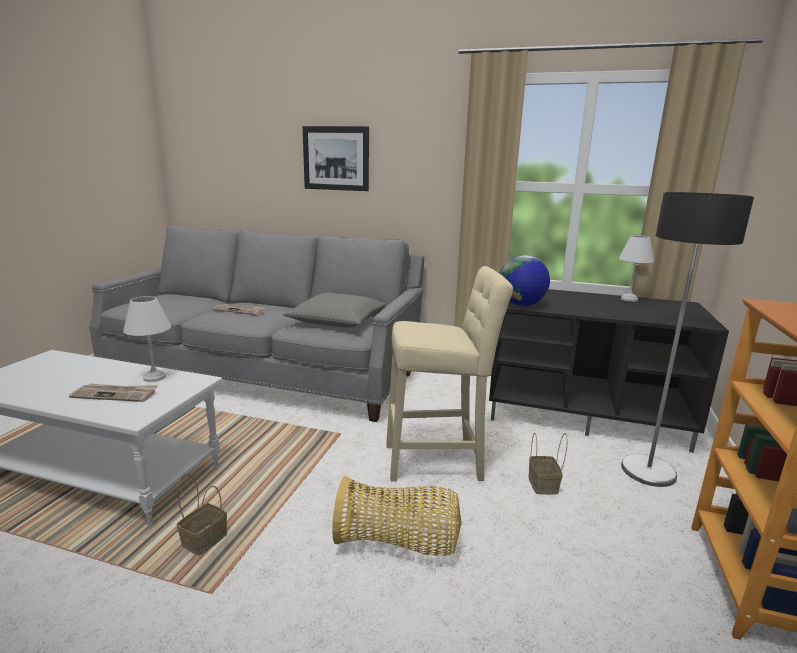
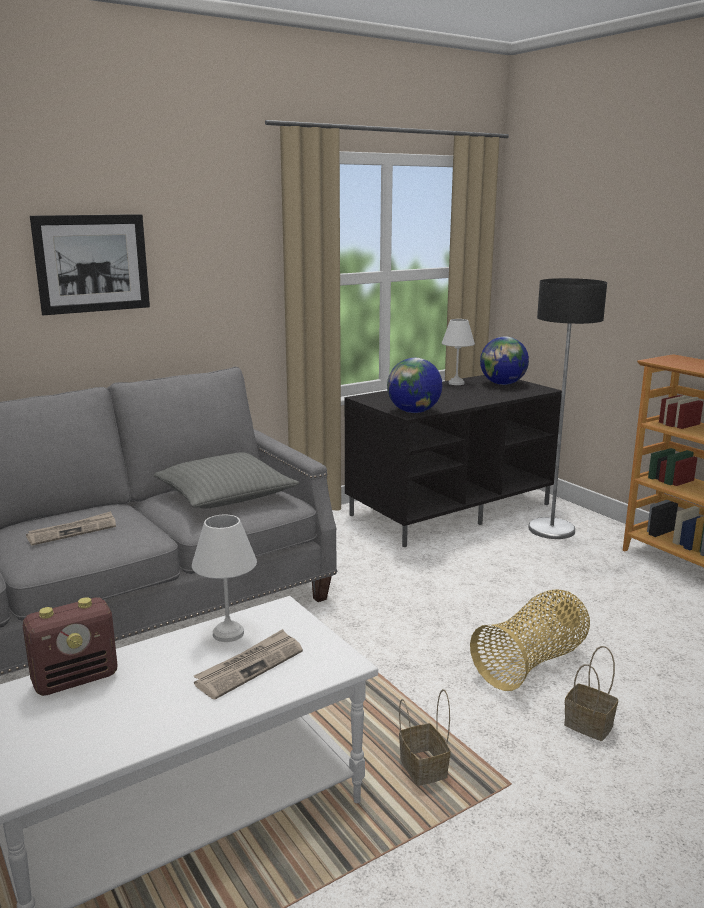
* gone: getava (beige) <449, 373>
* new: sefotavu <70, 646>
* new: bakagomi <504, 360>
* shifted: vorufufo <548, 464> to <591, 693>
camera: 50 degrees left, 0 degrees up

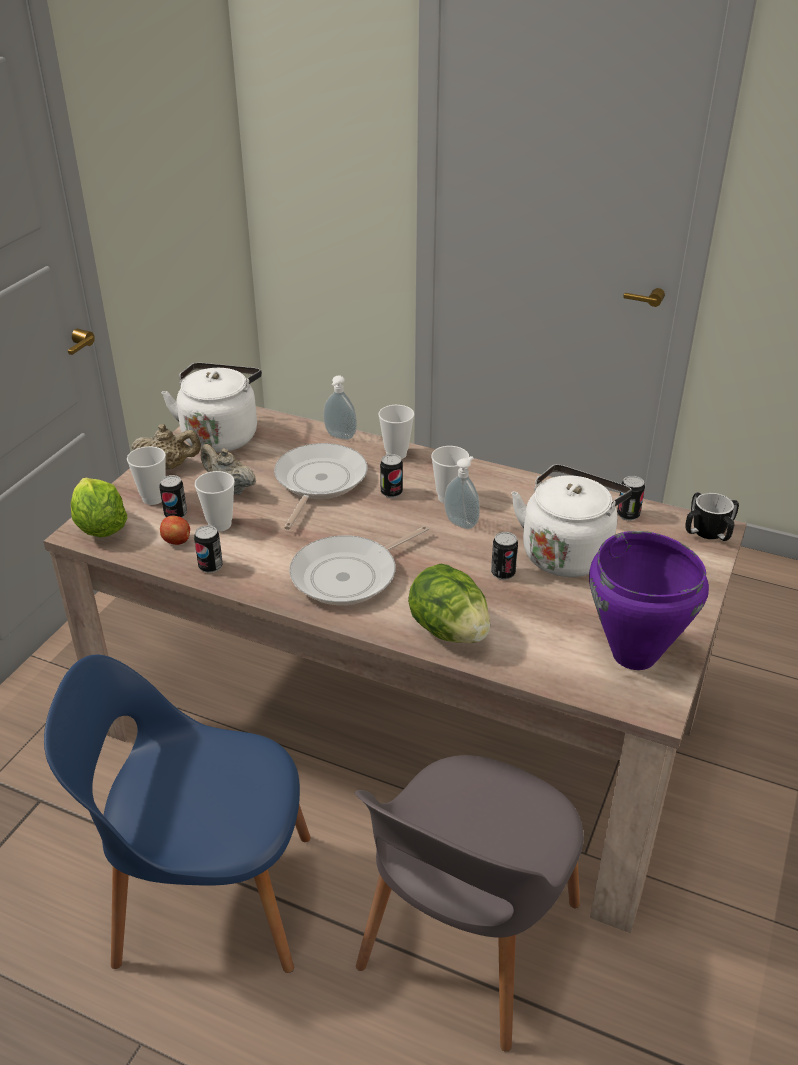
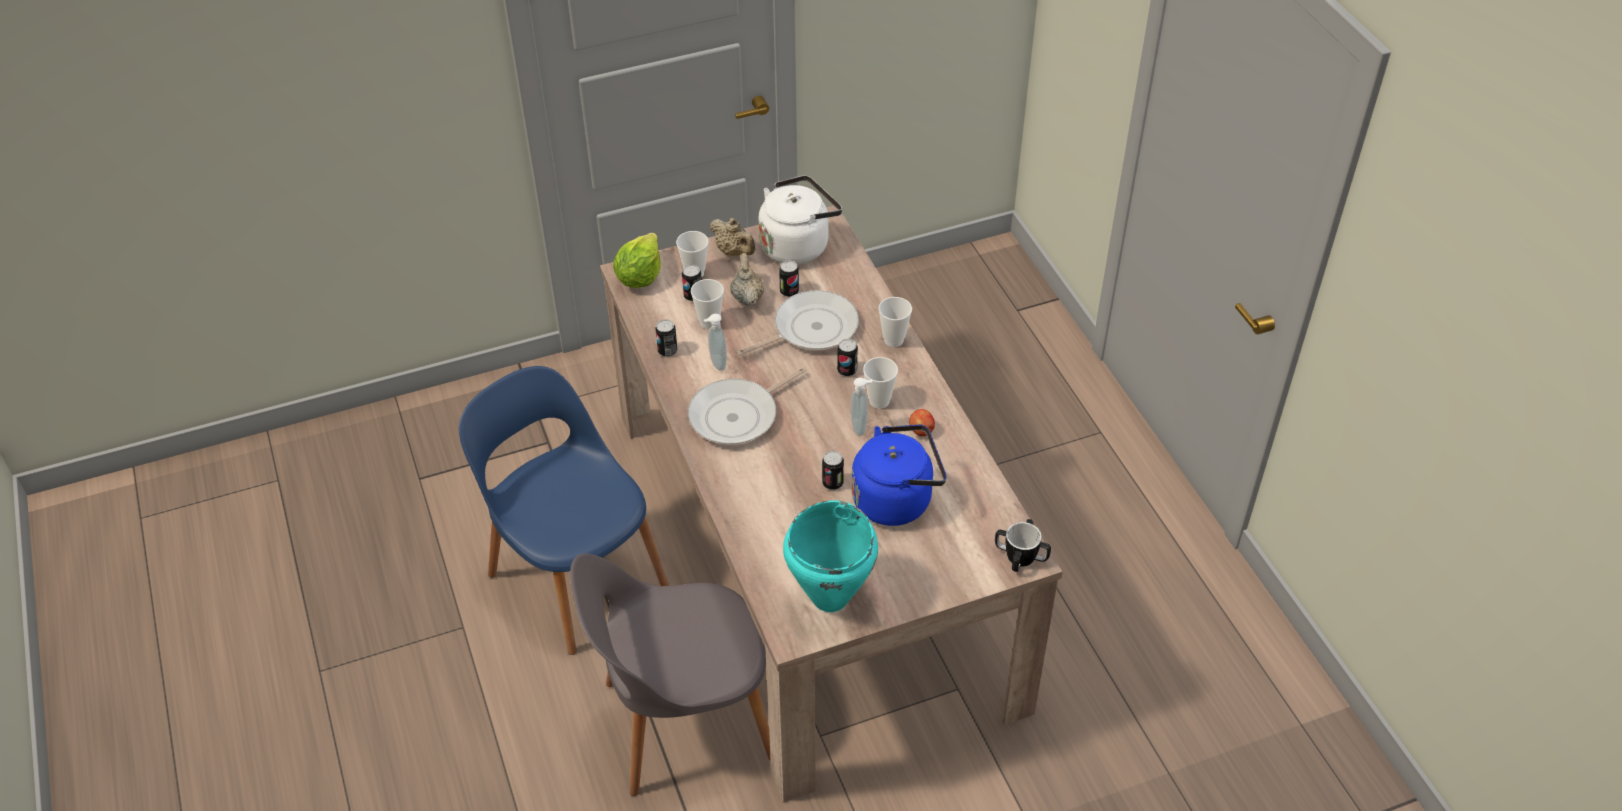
* gone: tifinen <449, 603>
* shifted: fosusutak <175, 530> to <922, 422>
* shifted: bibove <340, 407> to <715, 342>
* shifted: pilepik <631, 498> to <789, 278>
* repainted: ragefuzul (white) <571, 520> to ragefuzul (blue) <899, 475>
* repainted: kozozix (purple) <649, 600> to kozozix (turquoise) <830, 556>
* rotated: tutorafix <359, 565> = <747, 406> 45 degrees counterclockwise
camera: 45 degrees right, 10 degrees up

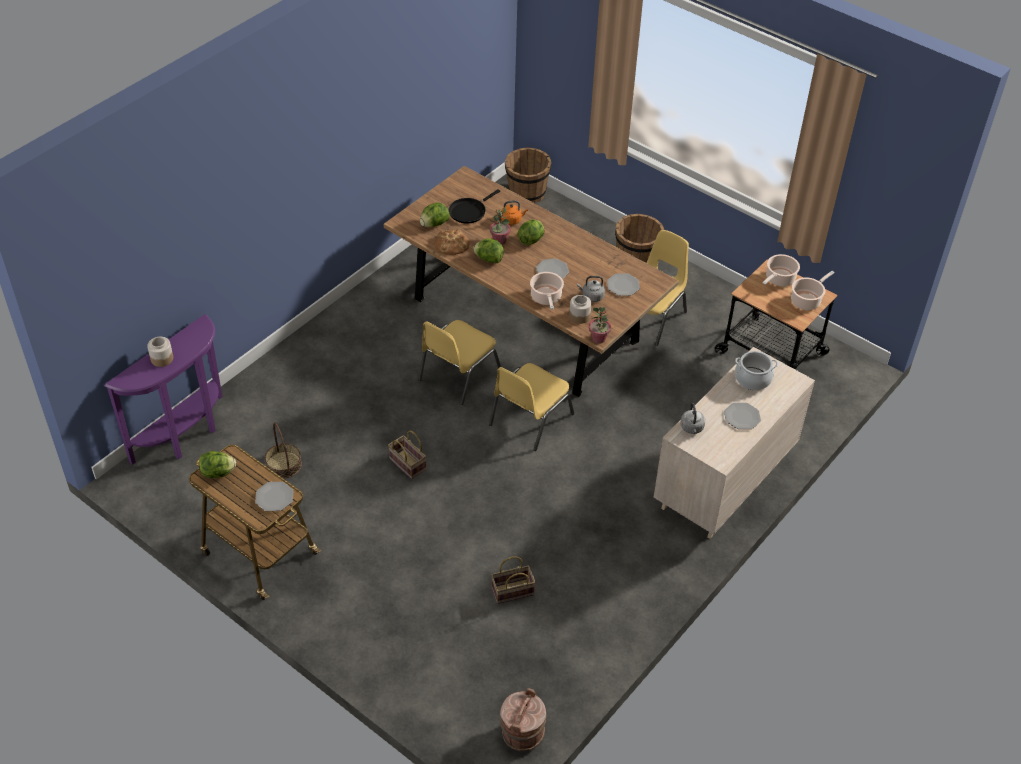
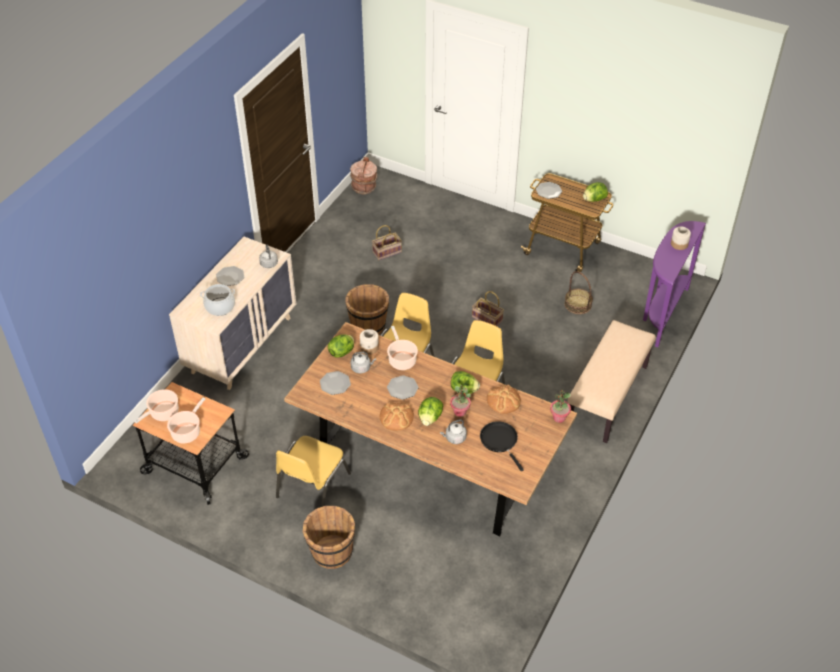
* new: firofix <397, 417>
* new: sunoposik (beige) <612, 381>
* shifted: tifinen <435, 215> to <341, 346>
* shifted: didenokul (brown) <528, 175> to <367, 309>
* shifted: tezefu <600, 325> to <560, 406>
* repainted: ragefuzul (orange) <514, 212> to ragefuzul (grey) <453, 431>
* rotated: tutorafix (black) <474, 206> = <502, 446> 60 degrees counterclockwise
camera: 170 degrees right, 0 degrees up

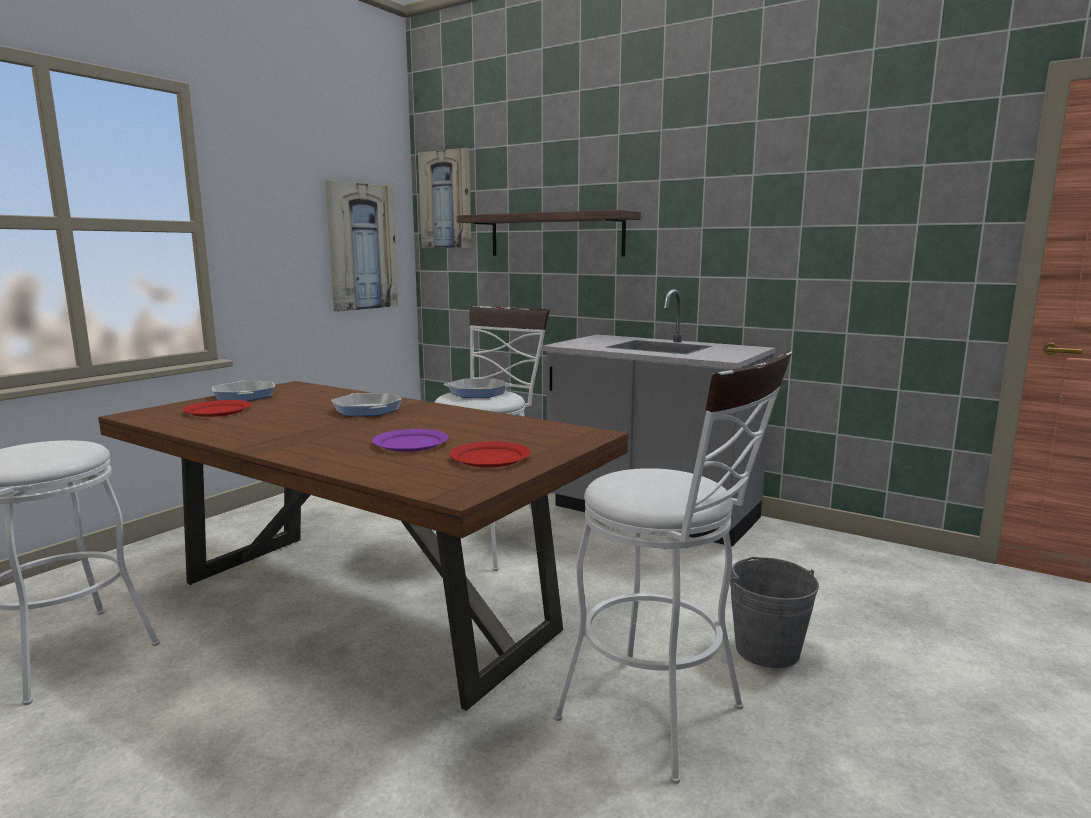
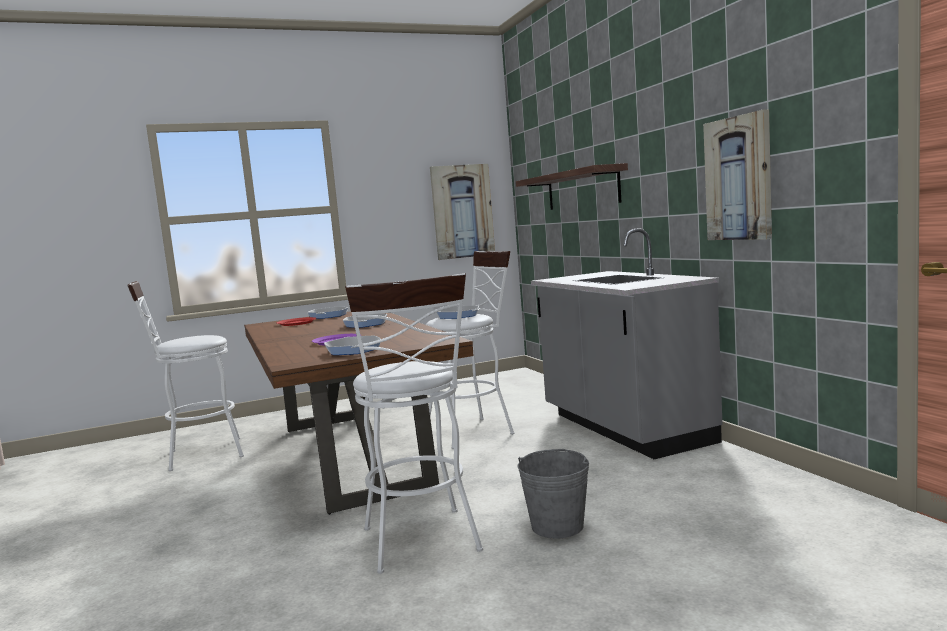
* shifted: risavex <445, 198> to <737, 174>
* swapped: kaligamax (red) <489, 454> to tutorafix <352, 345>
camera: 35 degrees right, 5 degrees down

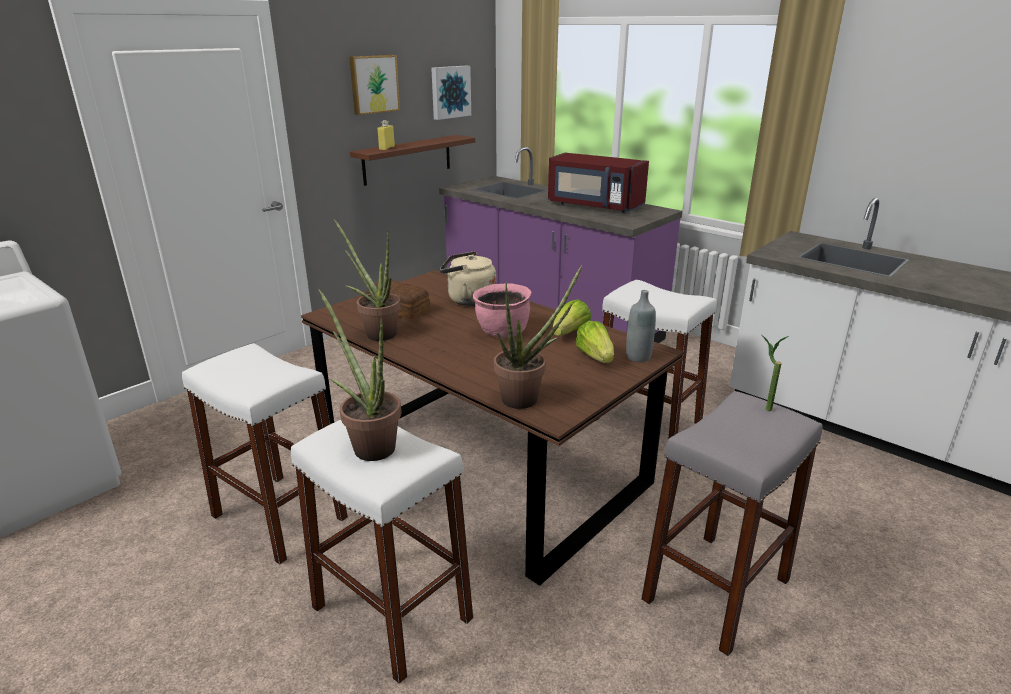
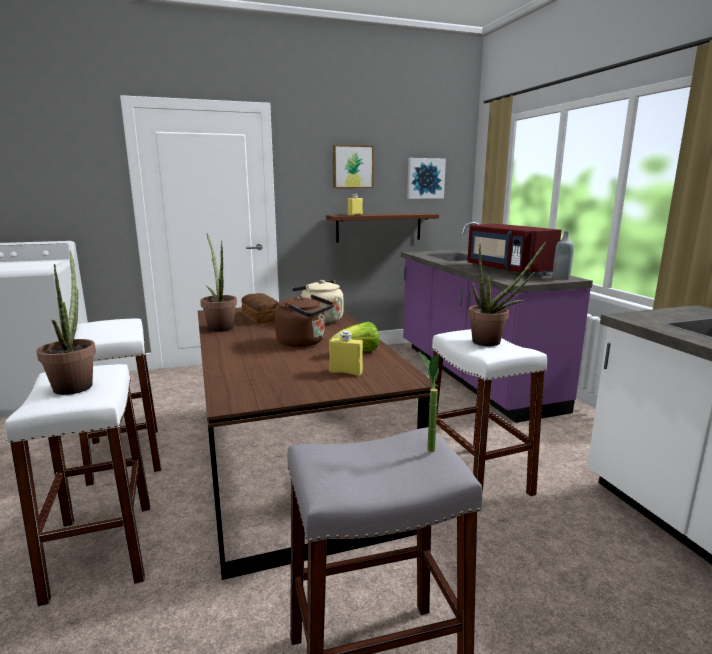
* shifted: tezefu <538, 337> to <507, 294>
* shifted: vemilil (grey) <641, 326> to <563, 255>
* swapped: kozozix (pink) <502, 310> to ragefuzul (brown) <304, 321>
* swapped: tifinen <594, 342> to vemilil (yellow) <346, 353>
camera: 30 degrees right, 10 degrees down

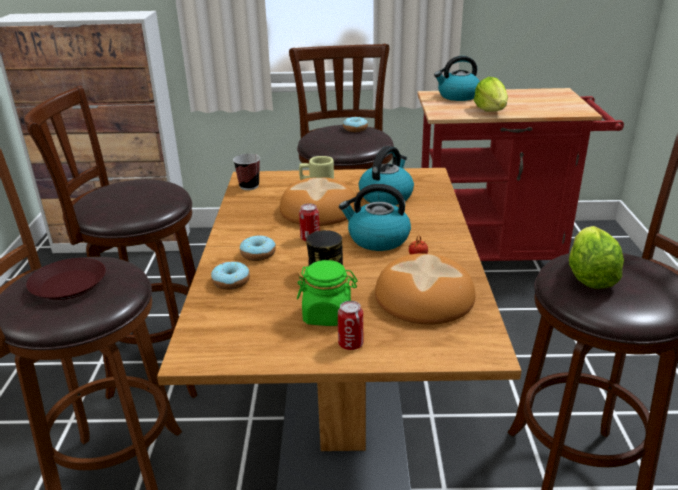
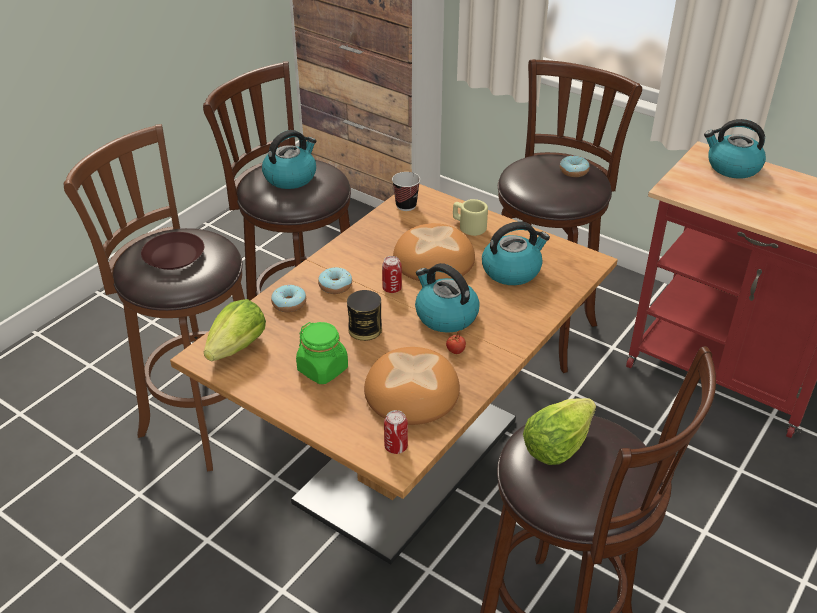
* new: ragefuzul <289, 159>
* shifted: pilepik <350, 325> to <396, 432>
* shifted: tifinen <491, 94> to <235, 330>
camera: 35 degrees right, 10 degrees up

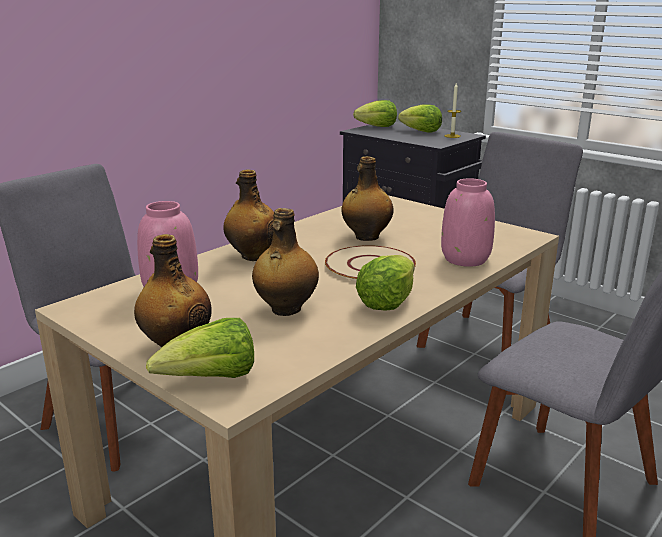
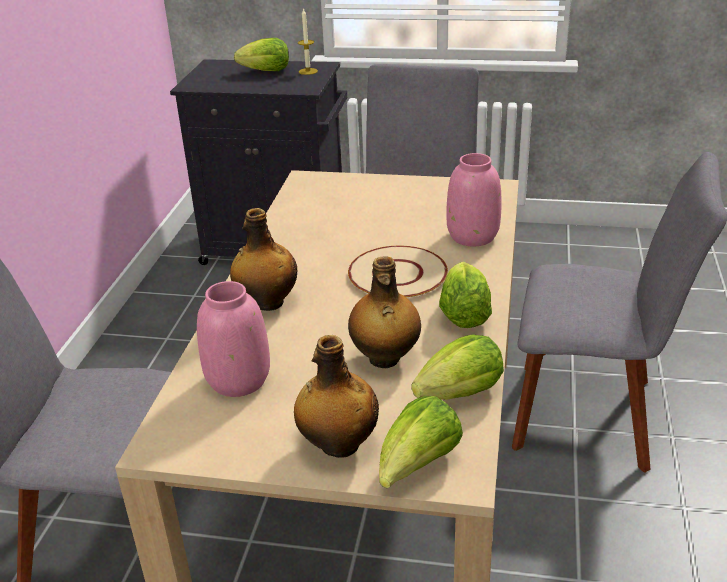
* gone: vemilil <367, 198>
* shifted: tifinen <375, 113> to <458, 367>
camera: 30 degrees left, 10 degrees up

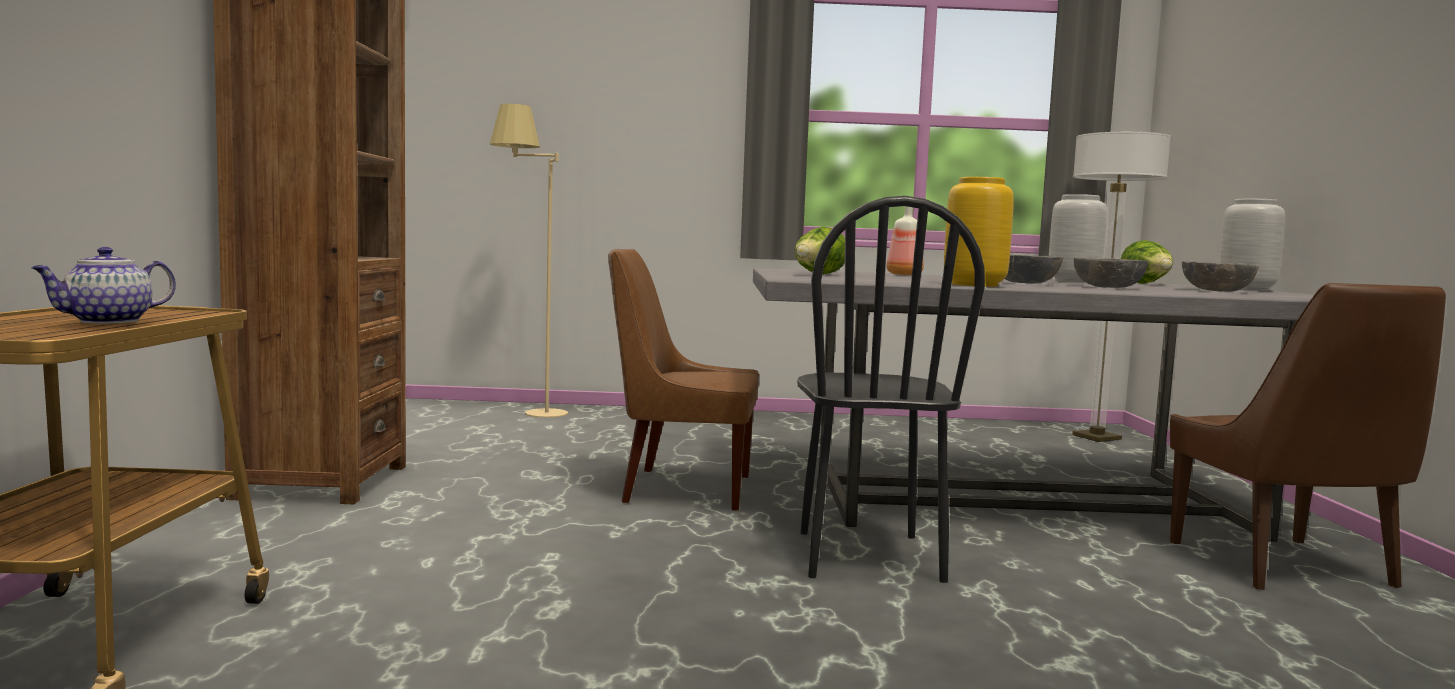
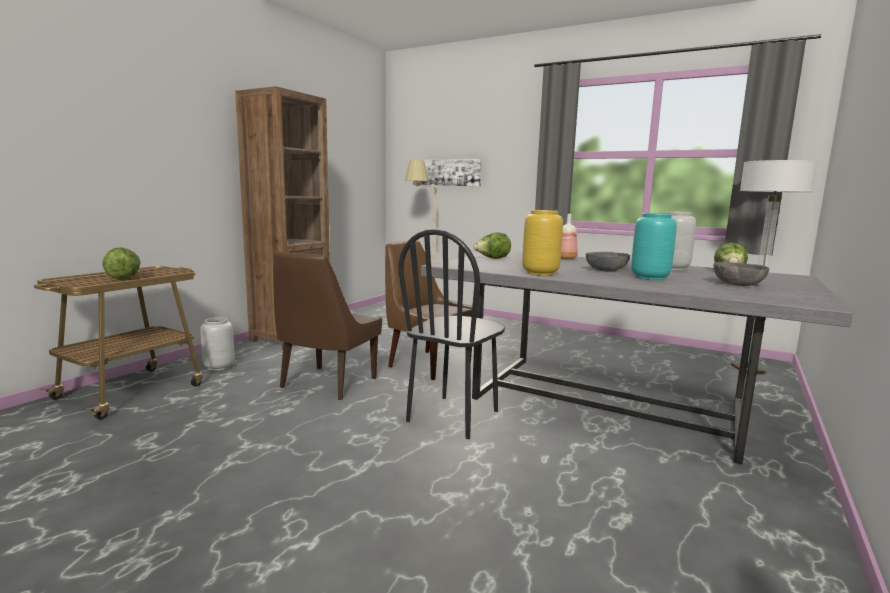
* new: risavex <447, 172>
* shifted: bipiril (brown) <1308, 436> to <327, 325>
* shifted: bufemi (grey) <1252, 245> to <217, 343>
* swapped: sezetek <103, 285> to tifinen <121, 263>
* swapped: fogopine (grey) <1111, 272> to bufemi (turquoise) <654, 246>
camera: 30 degrees right, 5 degrees up

